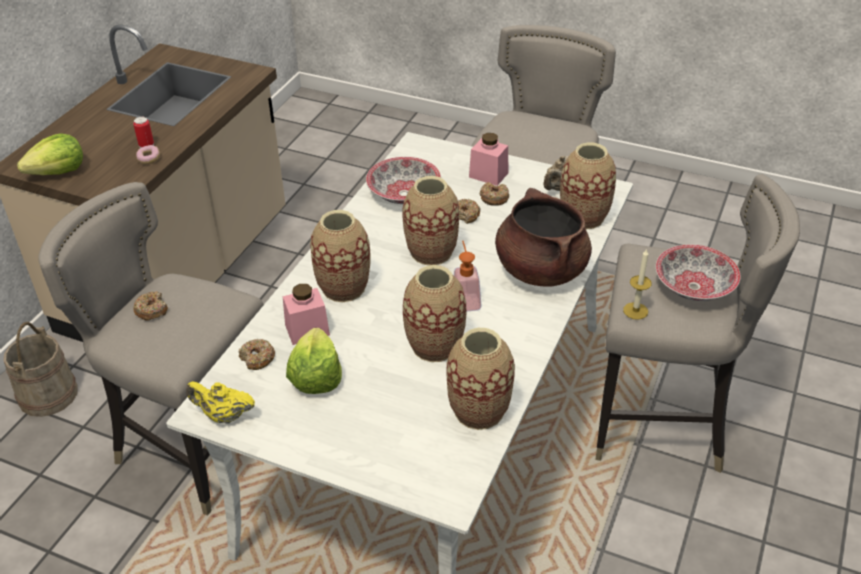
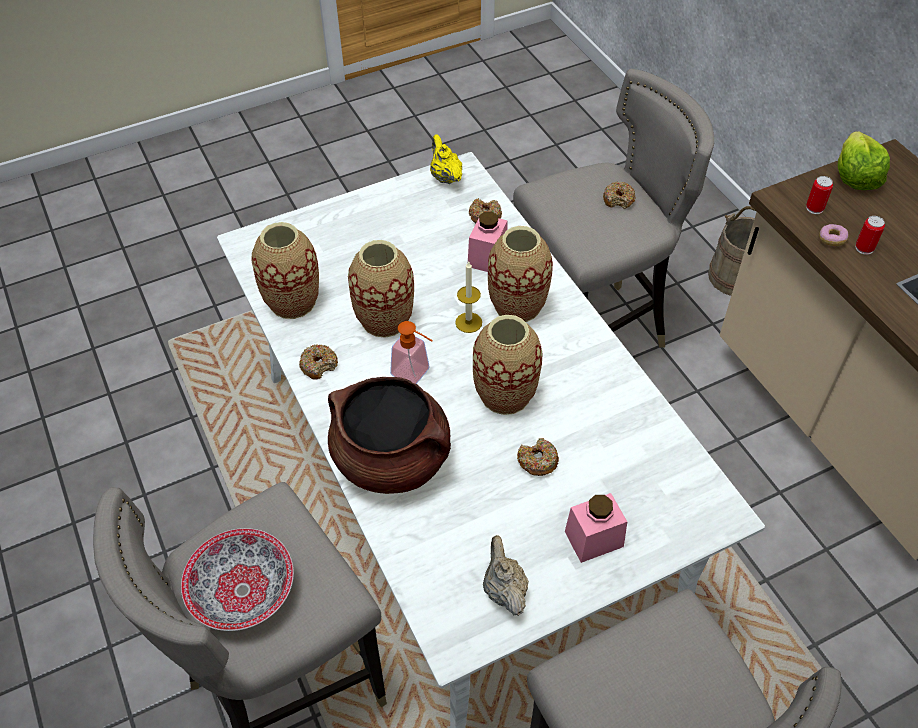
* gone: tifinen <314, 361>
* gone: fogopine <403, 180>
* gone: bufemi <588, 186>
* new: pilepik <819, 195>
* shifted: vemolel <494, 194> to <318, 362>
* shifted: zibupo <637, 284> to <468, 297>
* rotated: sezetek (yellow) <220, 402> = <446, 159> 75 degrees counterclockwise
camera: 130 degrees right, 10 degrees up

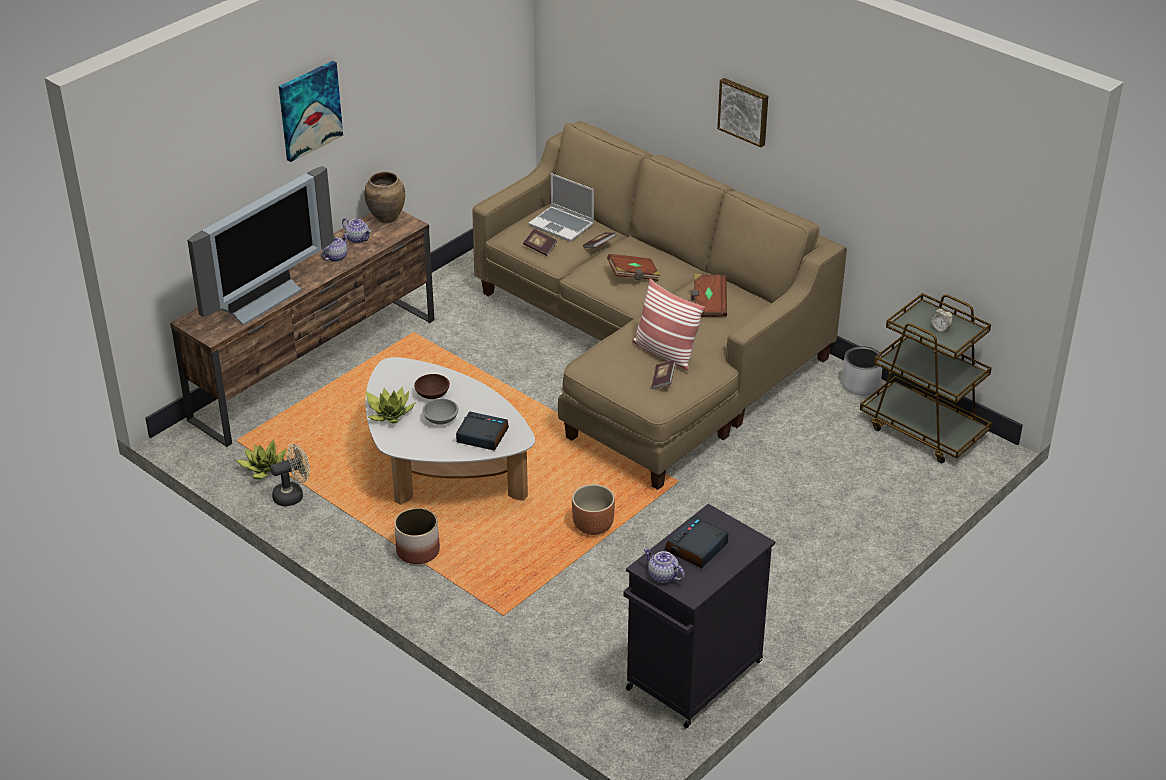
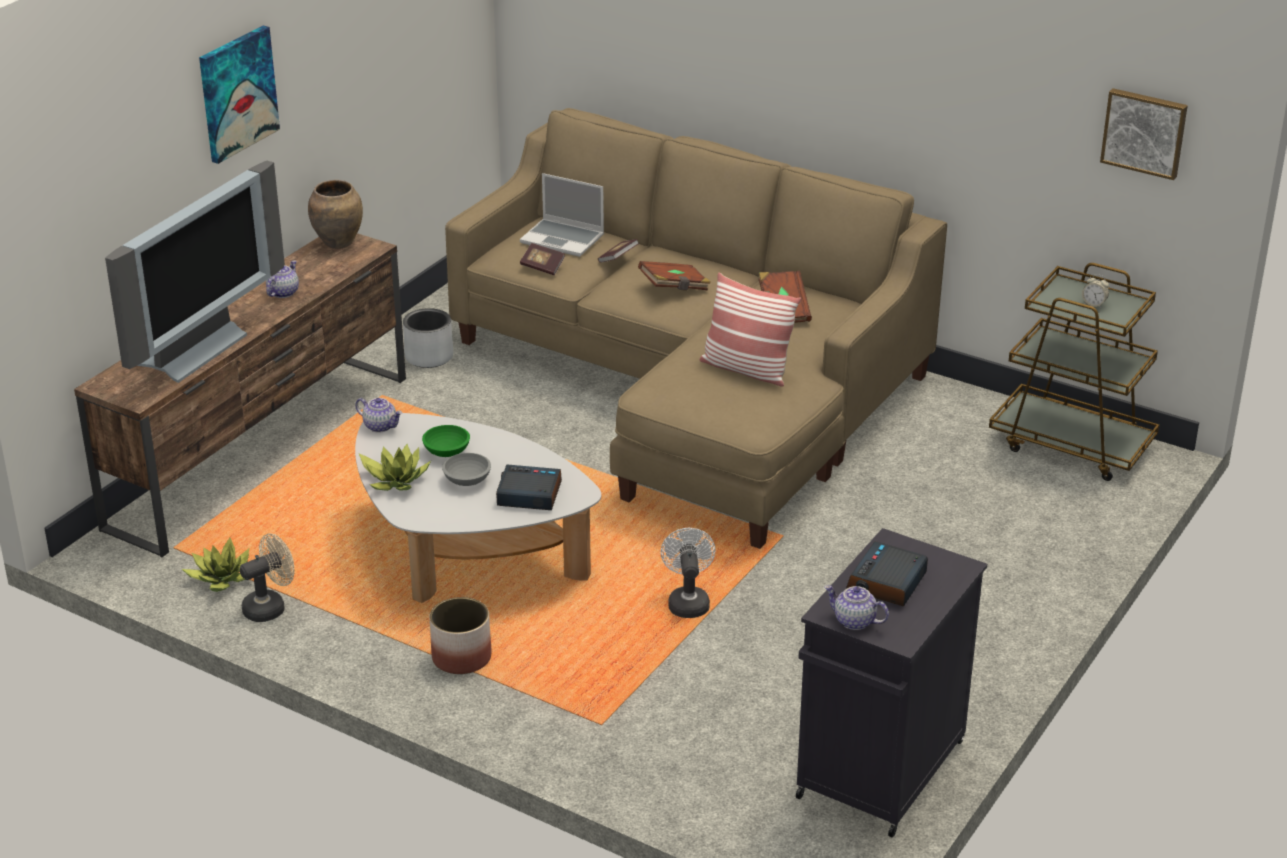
* gone: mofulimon <664, 374>
* shifted: sezetek <356, 230> to <378, 415>
* shifted: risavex <742, 112> to <1144, 134>
* shifted: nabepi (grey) <862, 370> to <428, 338>
* swapped: nabepi (brown) <593, 509> to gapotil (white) <688, 573>
* repainted: fogopine (brown) <432, 386> to fogopine (green) <446, 441>
camera: 10 degrees left, 5 degrees down

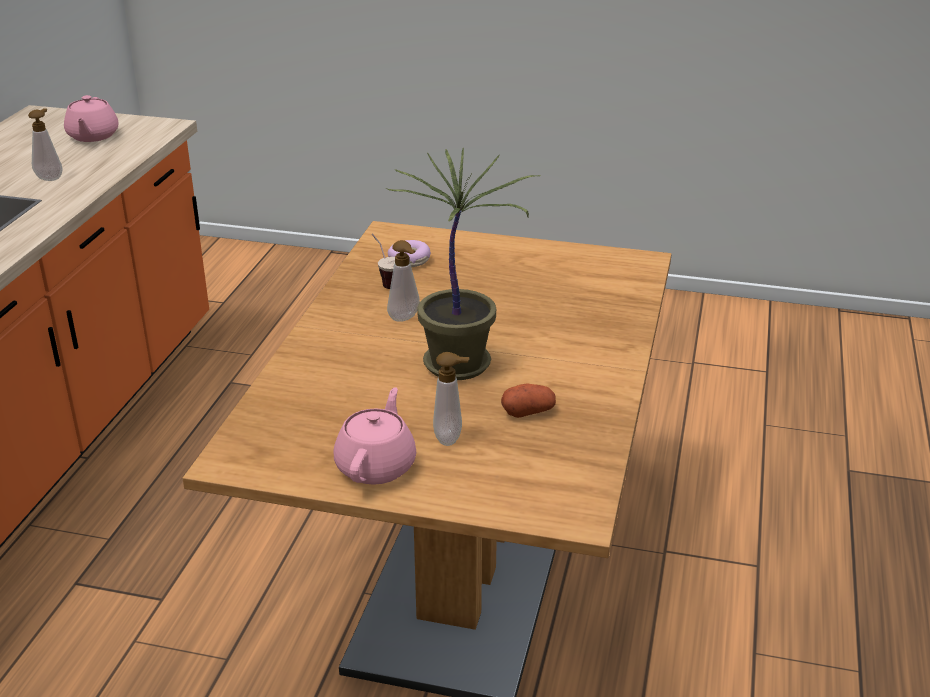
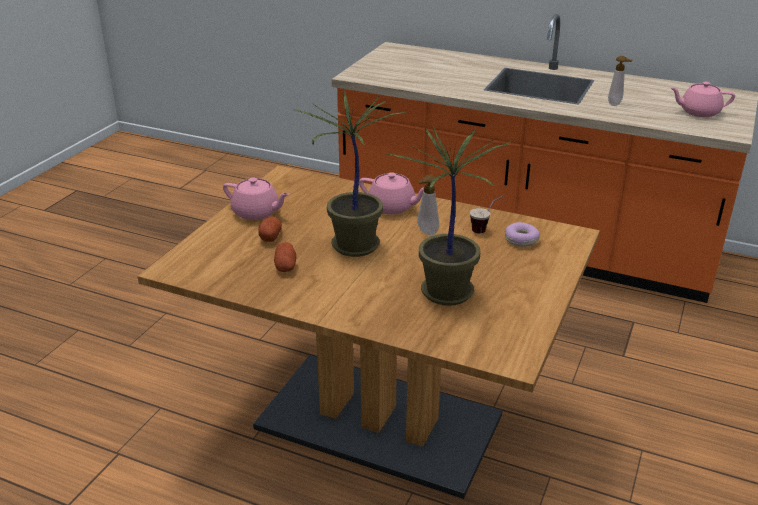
* new: sezetek (pink) <391, 193>
* new: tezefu <448, 216>
* swapped: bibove <451, 399> to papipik <270, 229>
camera: 100 degrees right, 0 degrees up

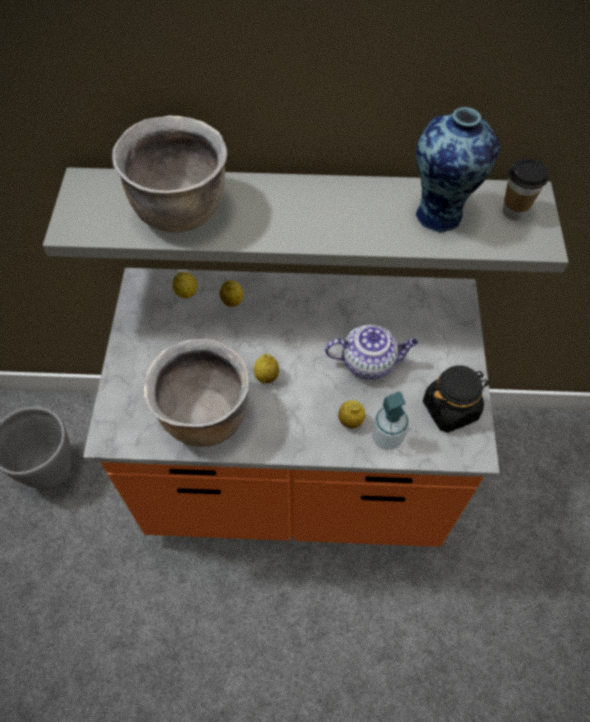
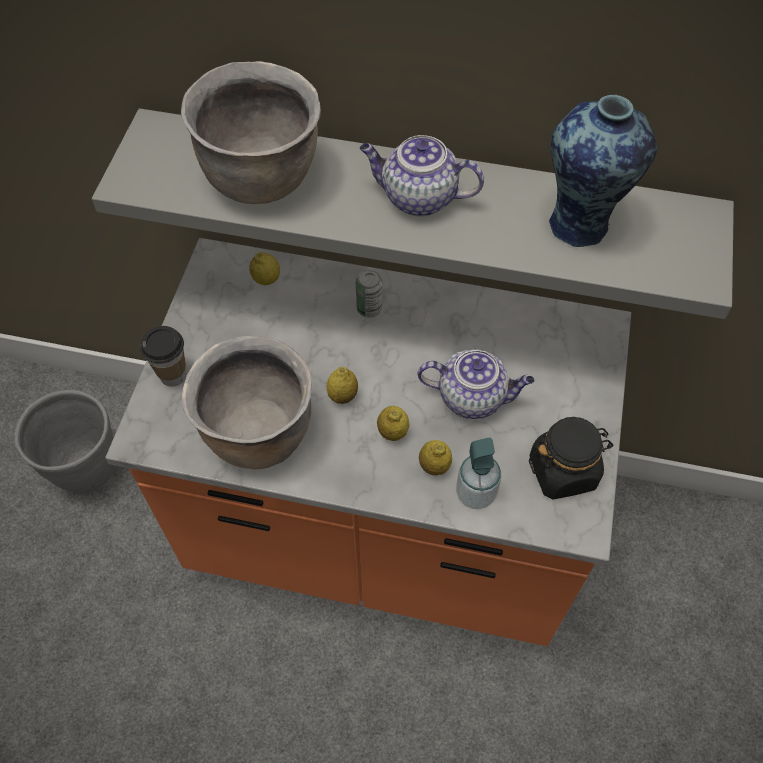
* new: pilepik <369, 293>
* new: sezetek <421, 176>
* shifted: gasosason <231, 293> to <393, 423>
* shifted: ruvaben <525, 189> to <163, 356>
camera: 10 degrees right, 0 degrees up

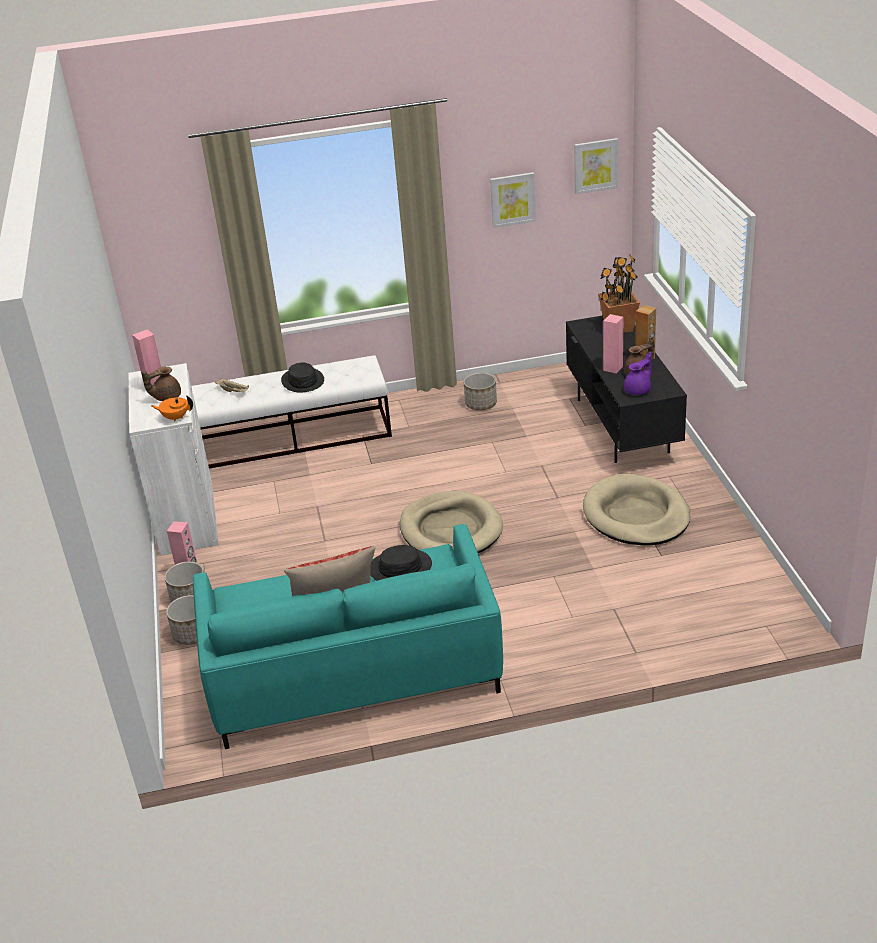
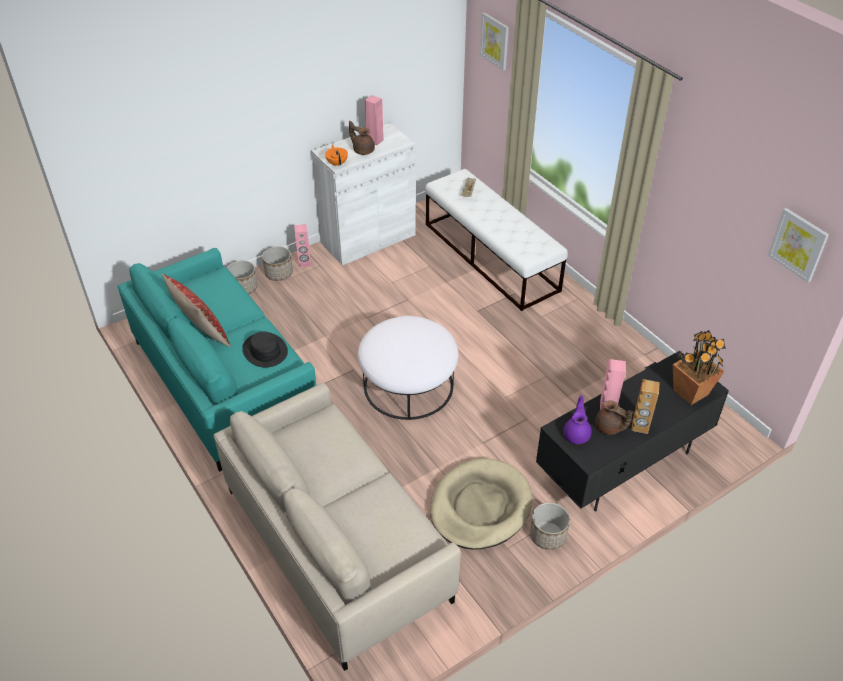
* gone: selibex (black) <302, 378>
* new: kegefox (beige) <337, 527>
* shifted: nabepi <480, 391> to <550, 526>
* shifted: risavex <513, 200> to <494, 41>
* swapped: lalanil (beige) <451, 522> to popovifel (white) <408, 368>
* rotated: sezetek (purple) <638, 373> = <577, 419> 105 degrees counterclockwise
camera: 65 degrees right, 10 degrees up

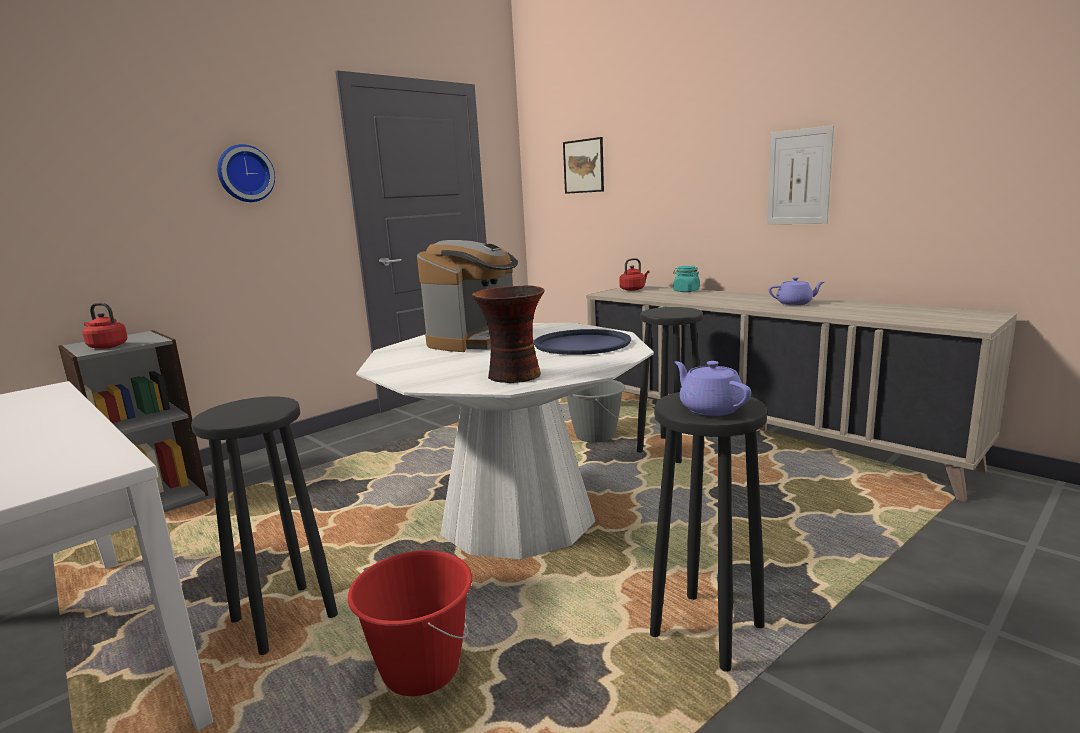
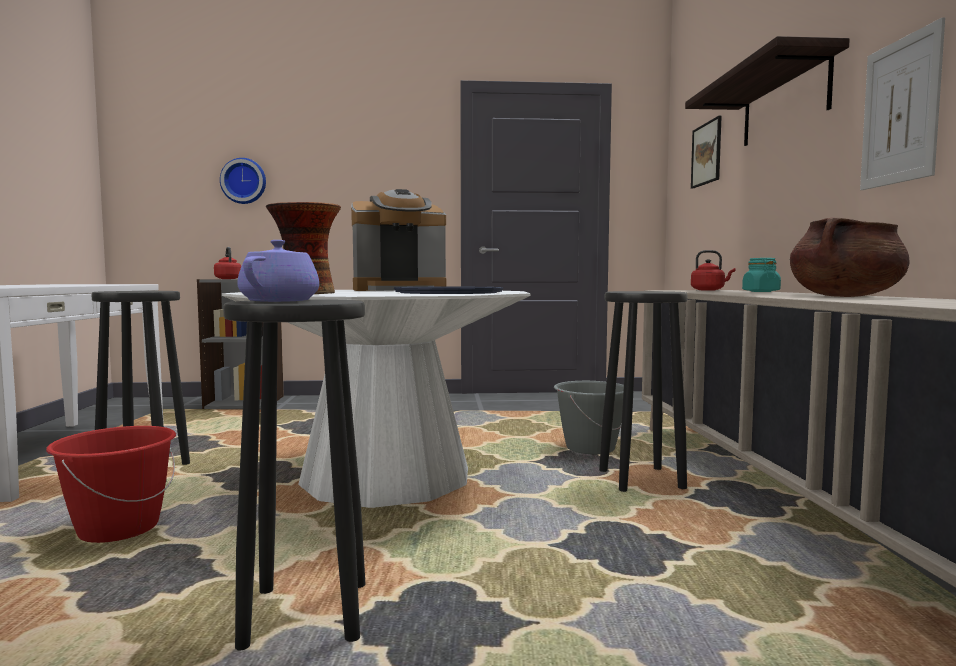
* new: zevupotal <767, 91>
* shifted: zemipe <246, 173> to <243, 181>
* swapped: sezetek (purple) <796, 291> to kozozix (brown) <850, 257>
camera: 40 degrees right, 10 degrees down

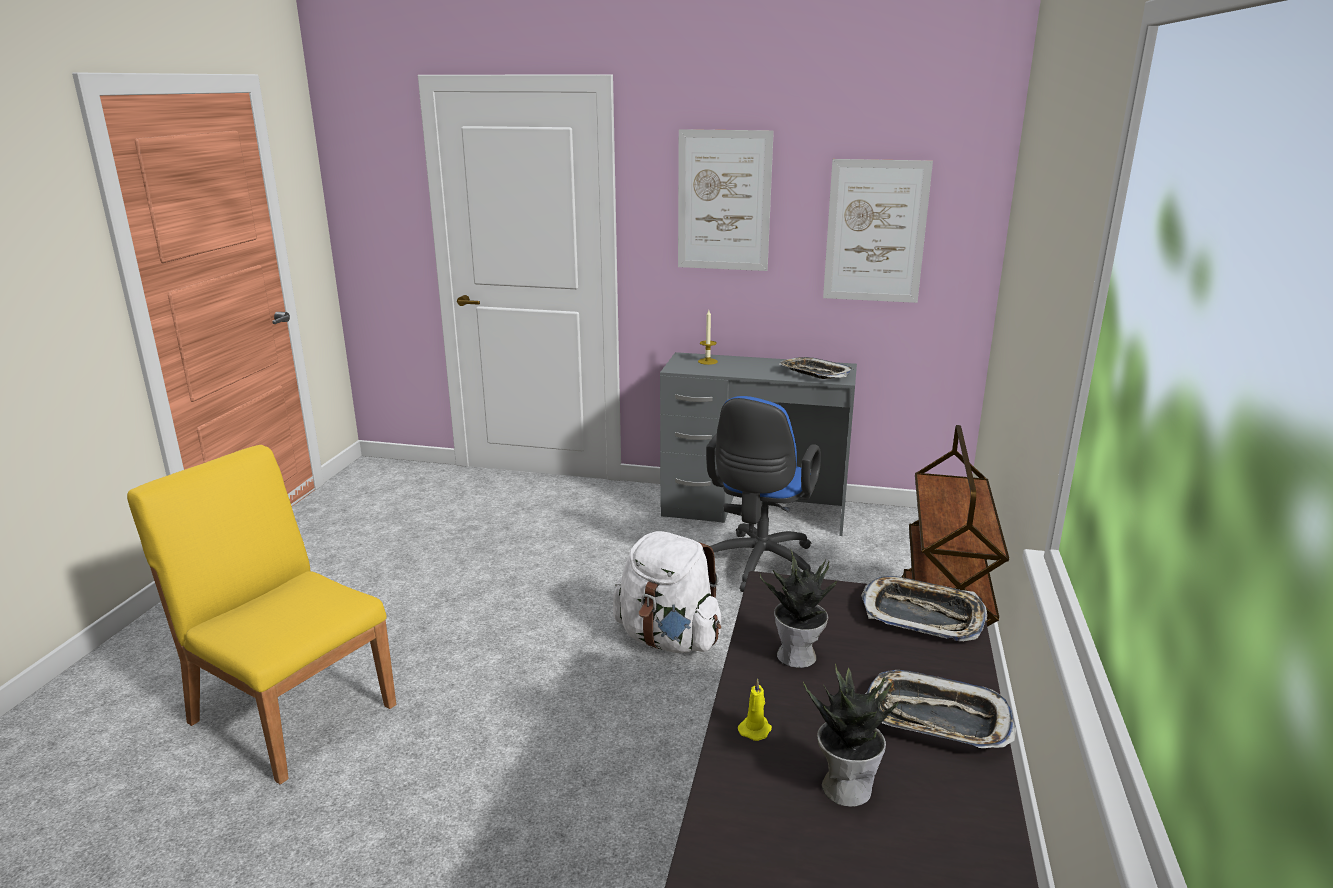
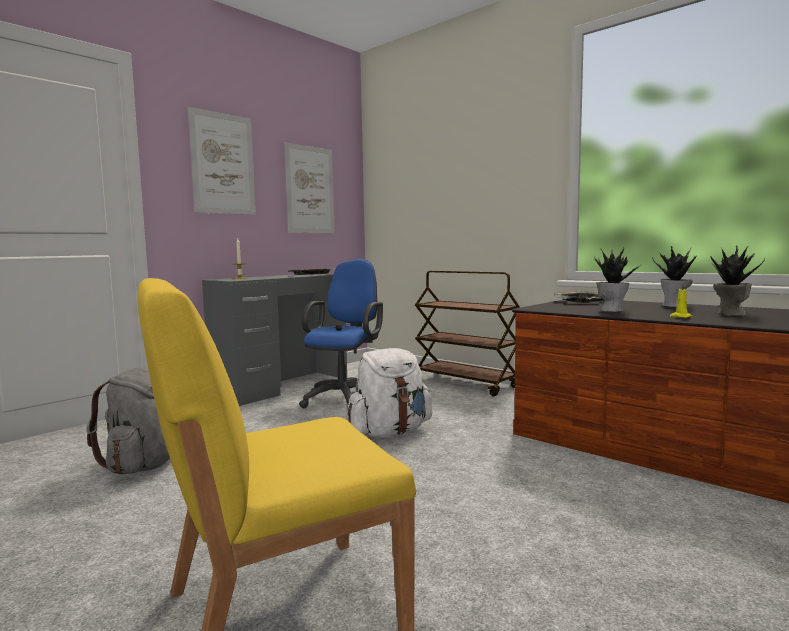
* new: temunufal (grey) <128, 420>
* swapped: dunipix <940, 709> to tezefu <674, 276>
* rotated: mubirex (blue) <762, 494> = <341, 333> 120 degrees counterclockwise
camera: 60 degrees left, 15 degrees down

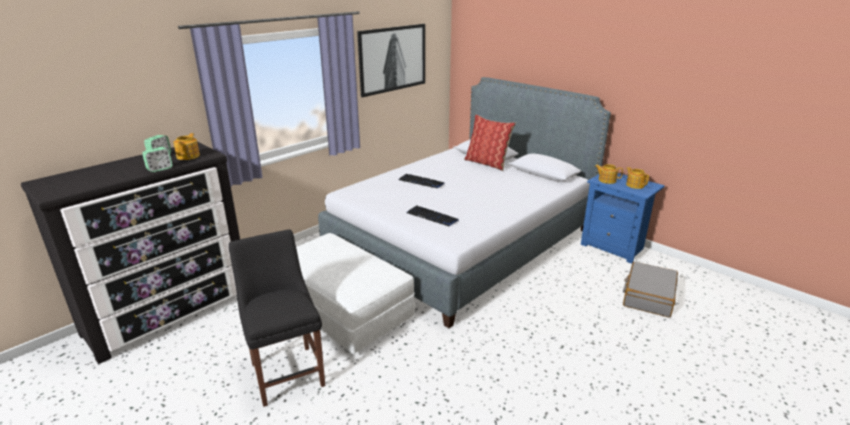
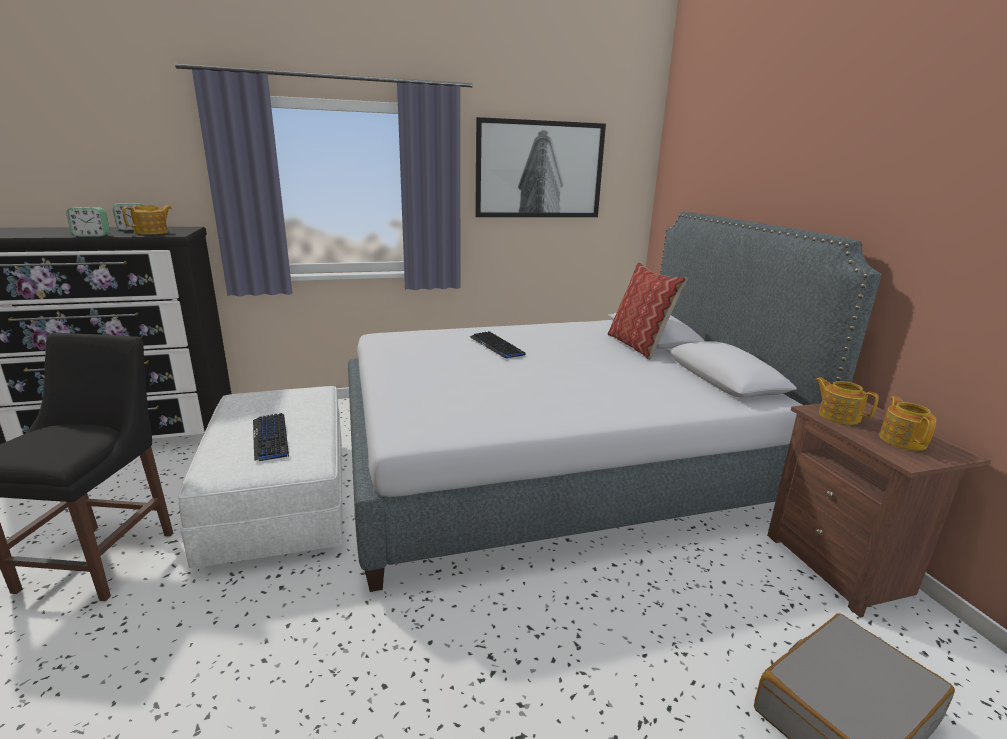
* shifted: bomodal <432, 216> to <271, 437>
* repainted: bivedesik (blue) <623, 218> to bivedesik (brown) <879, 510>
camera: 30 degrees right, 5 degrees down

